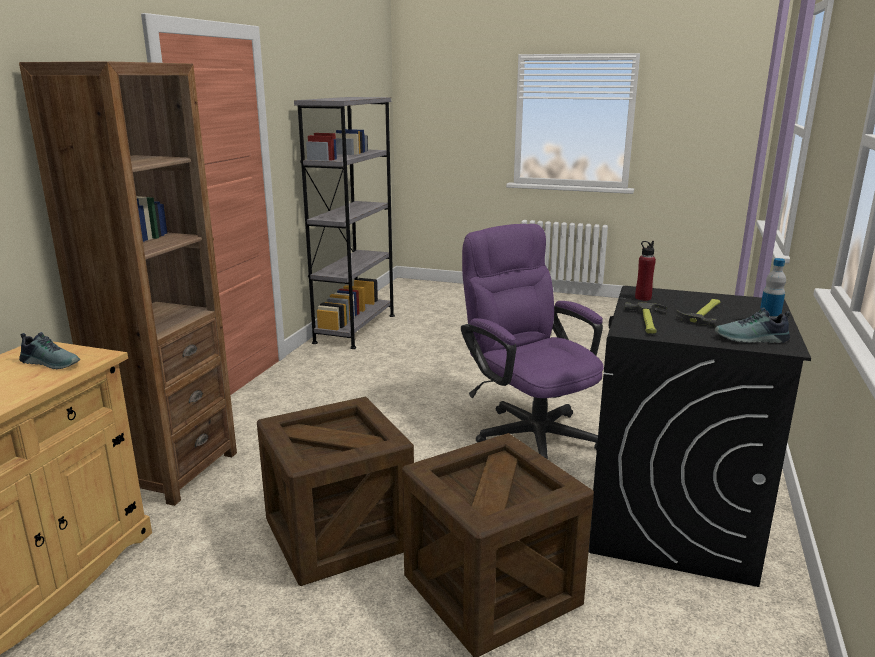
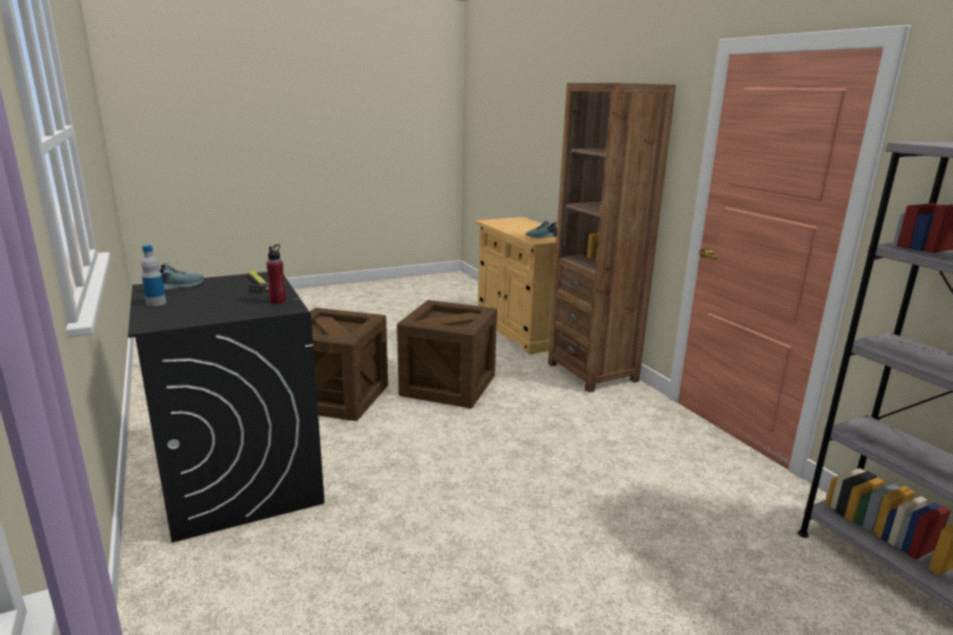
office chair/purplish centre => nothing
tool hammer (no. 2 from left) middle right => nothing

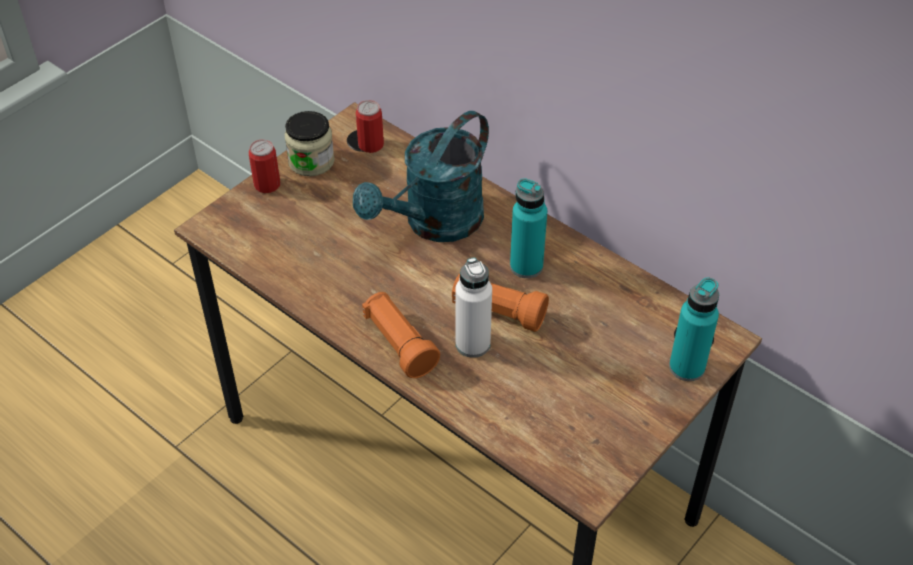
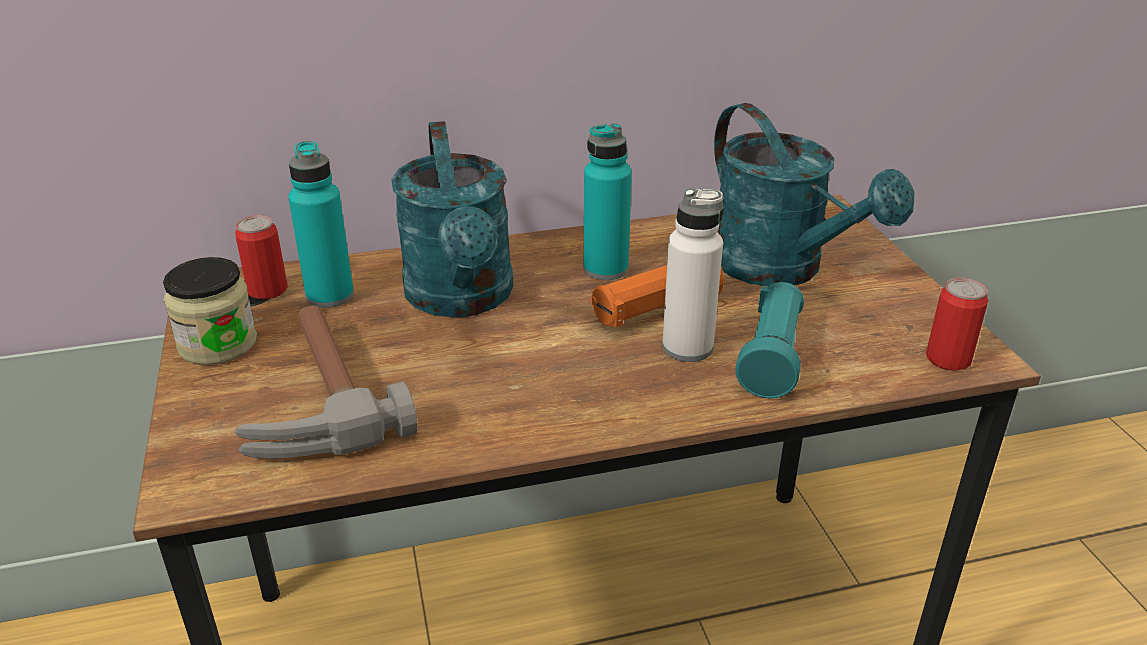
torch/orangey (no. 1 from left) centre => nothing
nothing => tool hammer middle left
nothing => sprinkling can/blue-green (no. 2 from left) top right
nothing => torch/blue-green middle right
can (no. 1 from left in the first image) top left => can (no. 2 from left) middle right, shifted
beverage bottle/blue-green (no. 2 from left in the first image) middle right => beverage bottle/blue-green (no. 1 from left) middle left, shifted

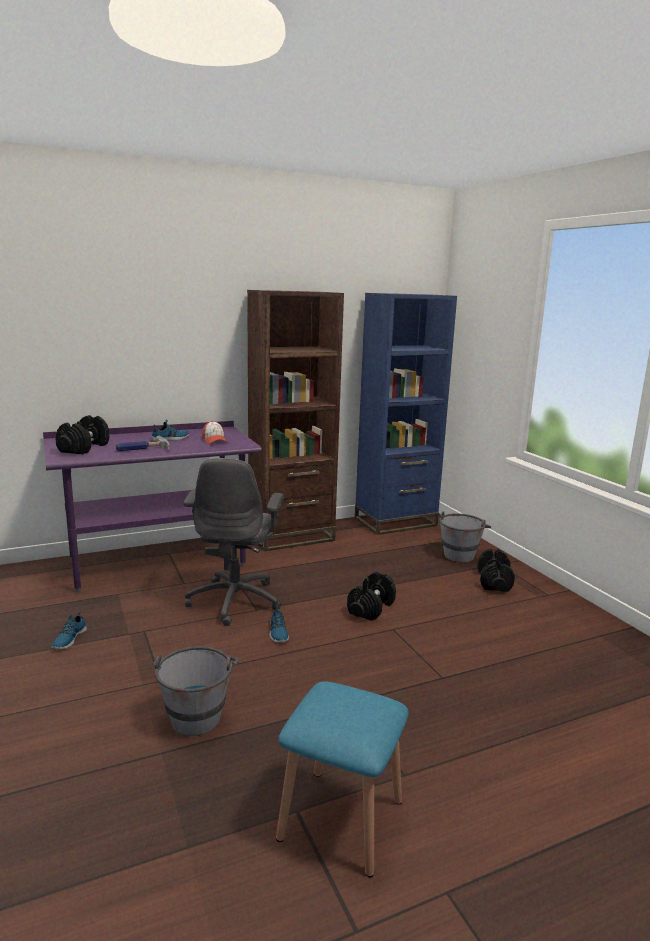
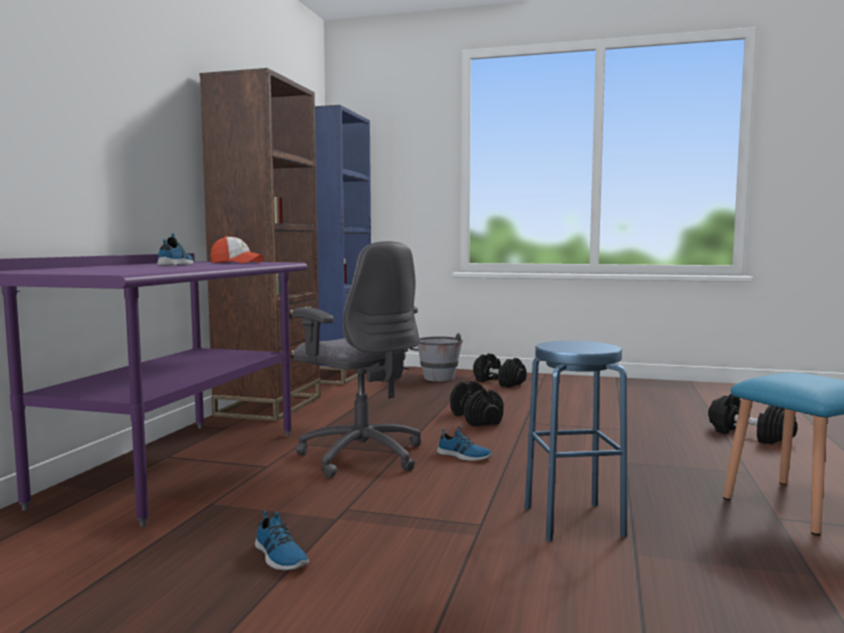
tool hammer middle left => nothing
hand weight/blackish (no. 1 from left in the first image) middle left => hand weight/blackish (no. 3 from left) middle right, shifted
bucket/gray (no. 1 from left) bottom left => sitting stool/blue (no. 1 from left) bottom right

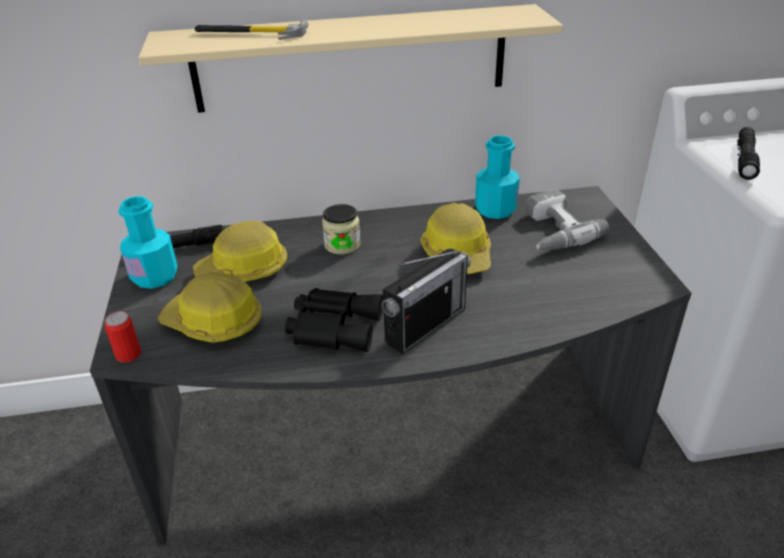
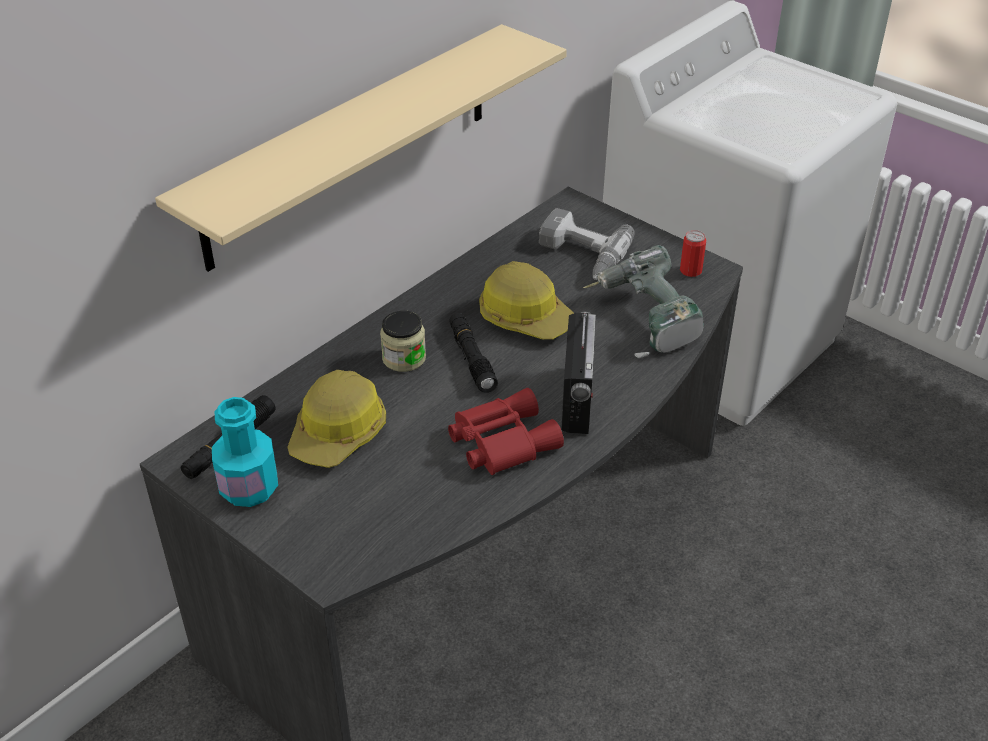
work helmet (no. 1 from left) middle left => nothing
tool hammer top left => nothing
beverage bottle/blue-green (no. 2 from left) top centre => nothing
nothing => drill (no. 2 from left) centre
can middle left => can middle right, shifted
torch/blackish (no. 2 from left) top right => torch/blackish (no. 2 from left) centre, shifted
pair of binoculars/blackish centre => pair of binoculars/reddish centre

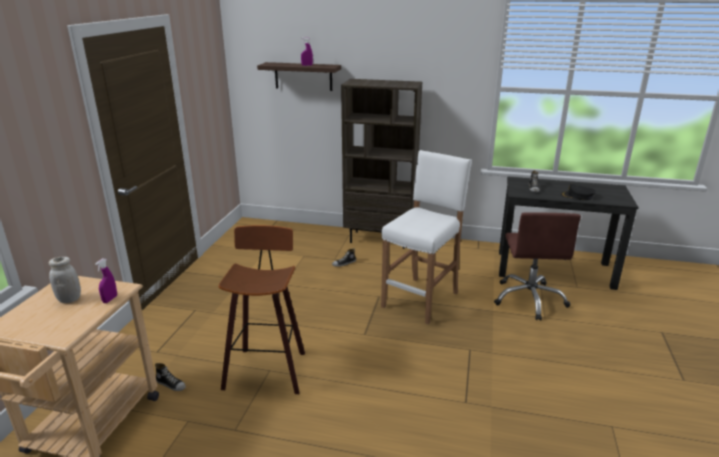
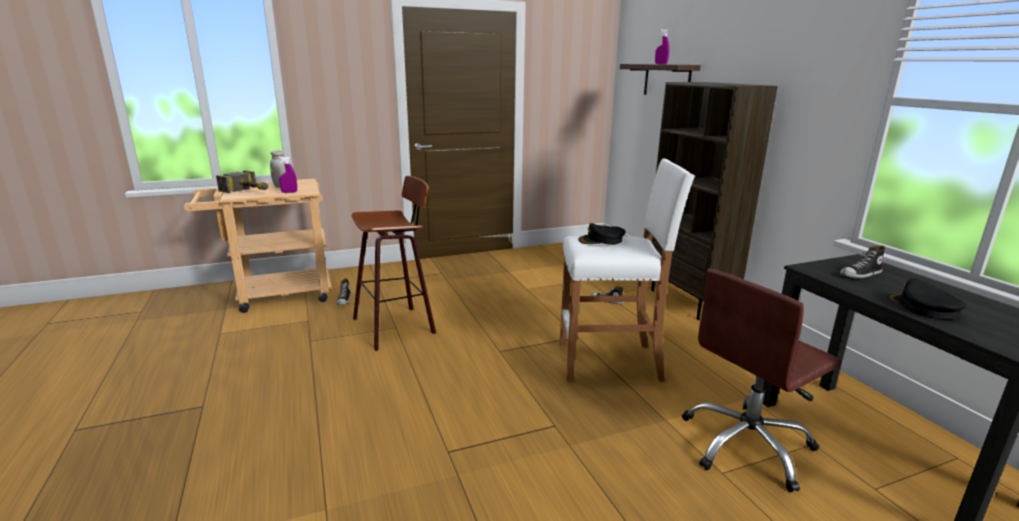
nothing => tool hammer middle left
nothing => peaked cap/blackish (no. 1 from left) centre

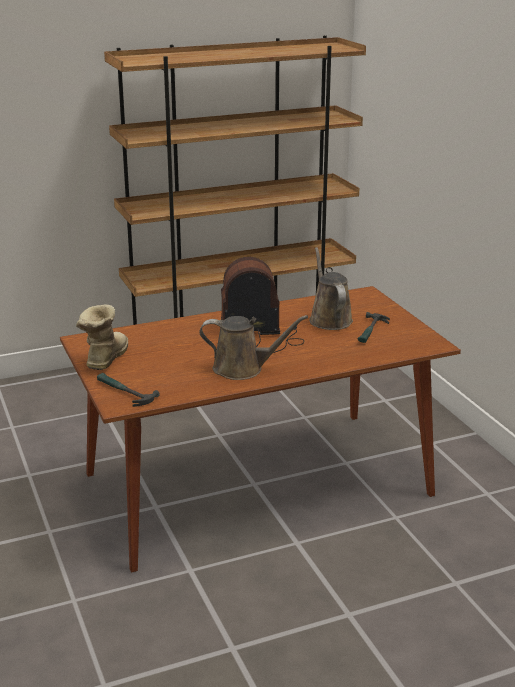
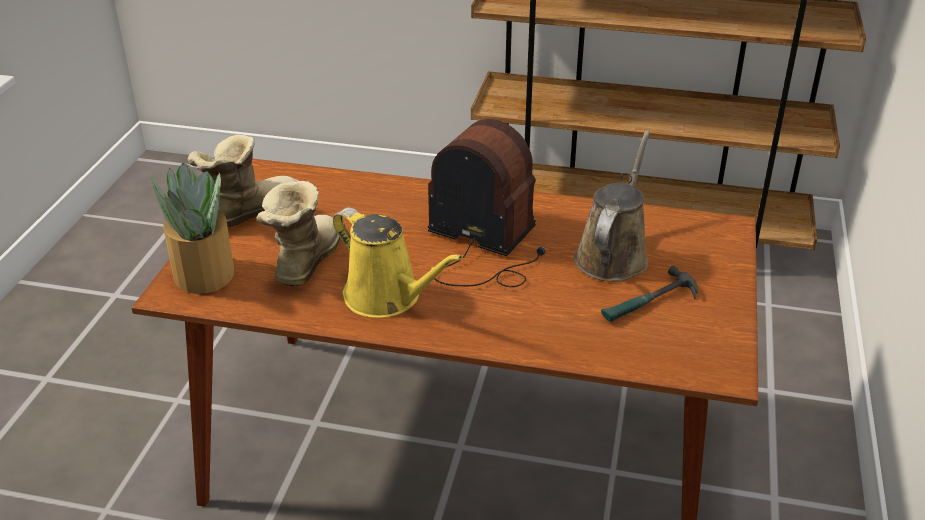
nothing => high-top boot (no. 2 from left) middle left
tool hammer (no. 1 from left) middle left => houseplant middle left
sprinkling can/brown-coloured (no. 1 from left) centre => sprinkling can/yellow centre

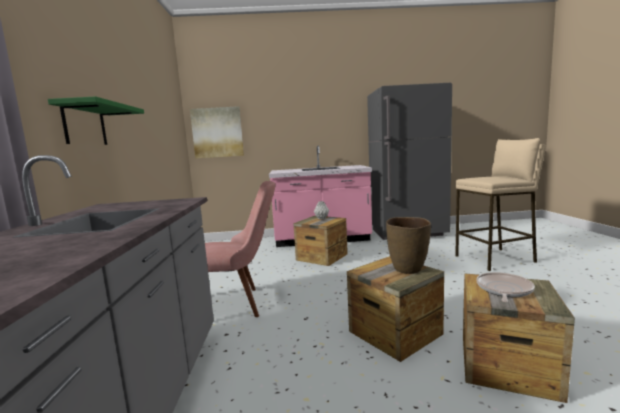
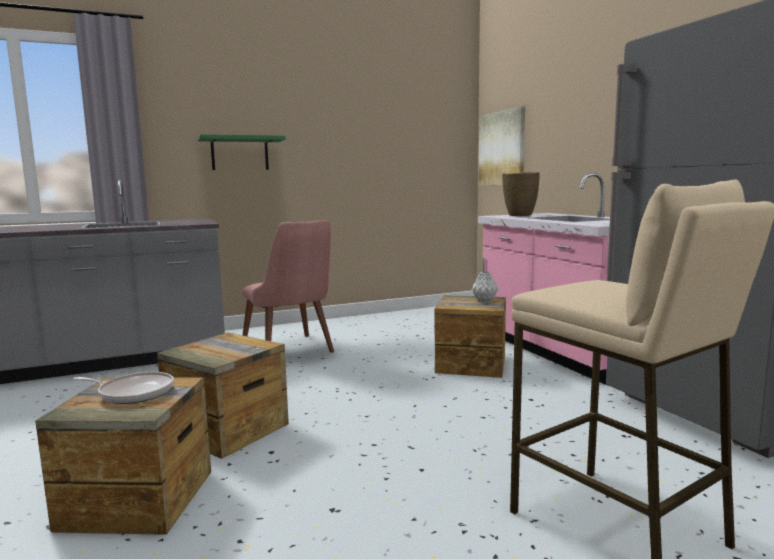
vase/brown-coloured centre => vase/brown-coloured middle right, shifted

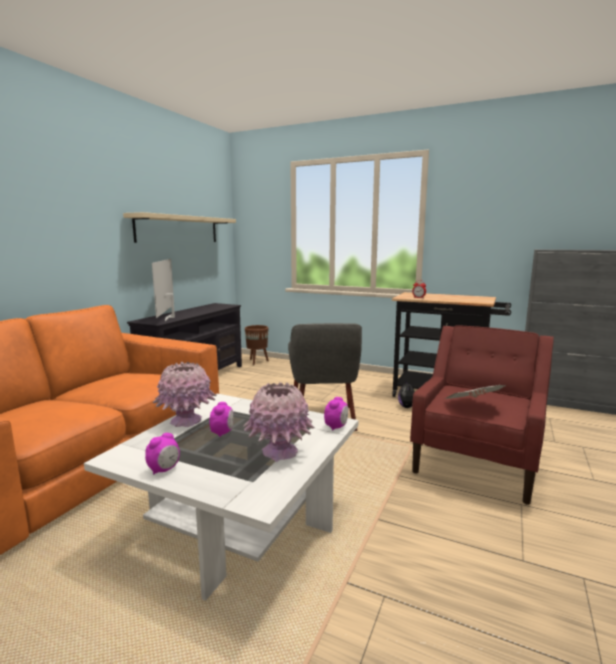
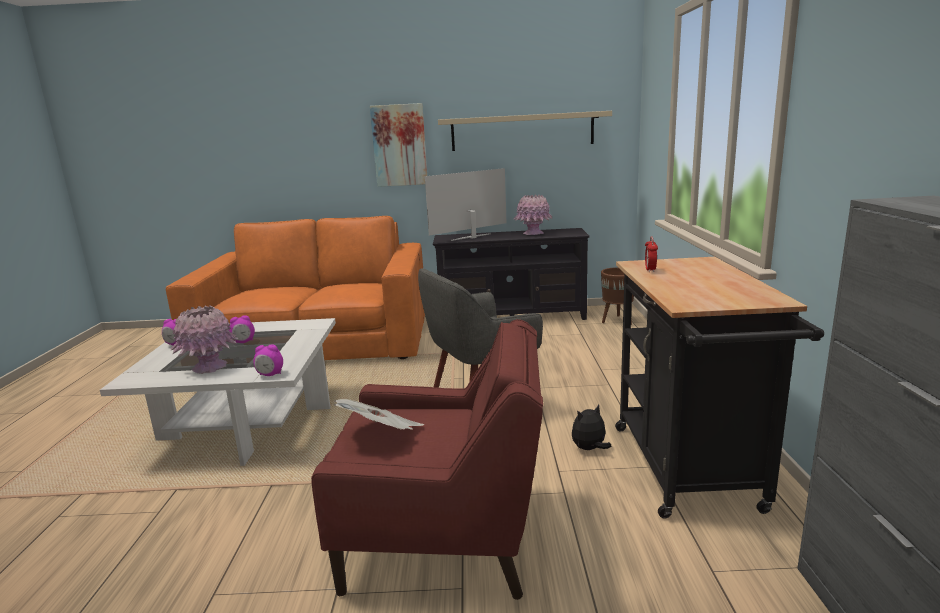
nothing => picture top centre
vase/pink-coloured (no. 1 from left in the first image) middle left => vase/pink-coloured (no. 2 from left) centre, shifted

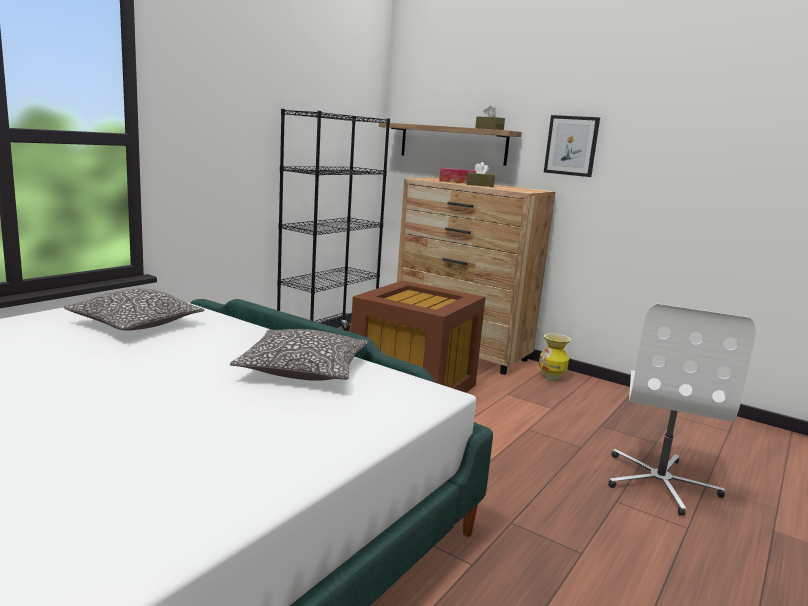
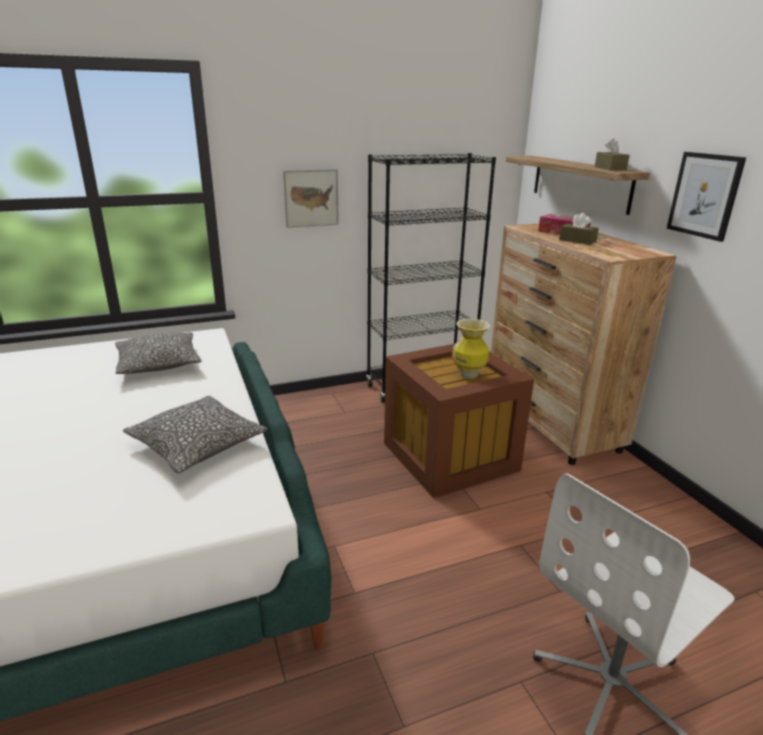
nothing => picture (no. 1 from left) top centre
vase middle right => vase centre, shifted

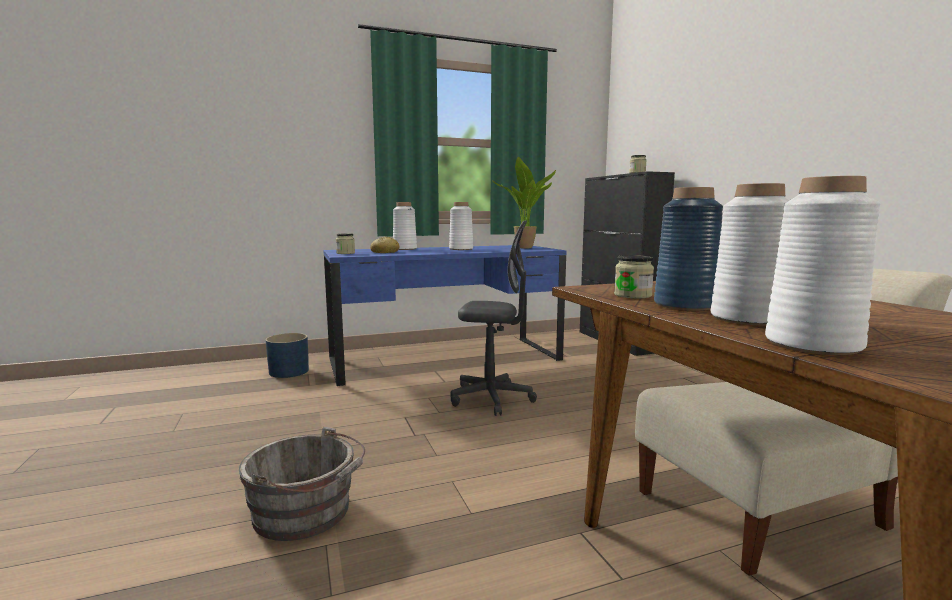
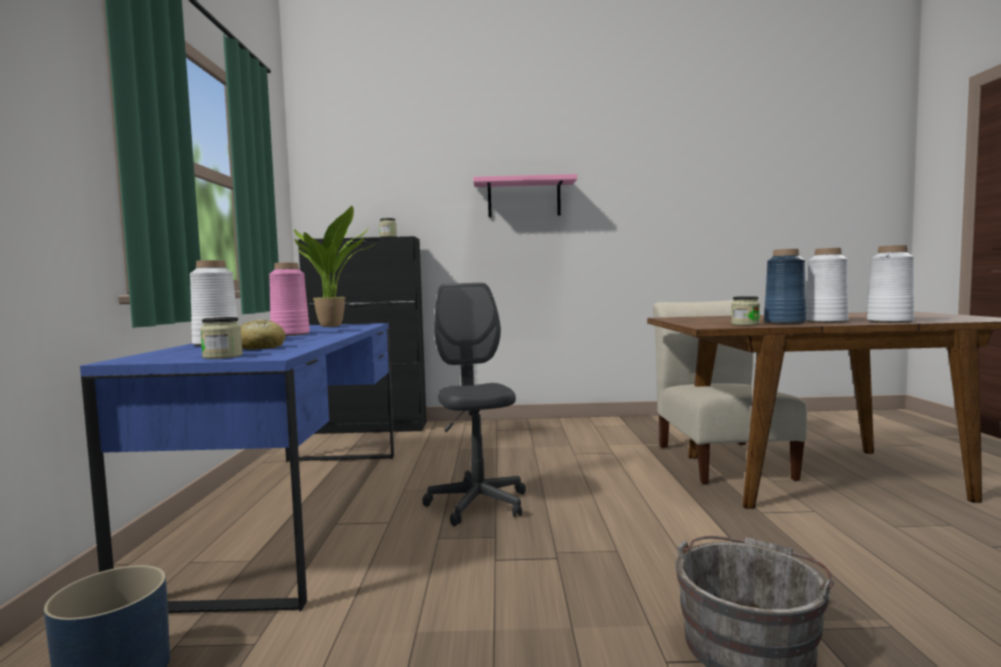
nothing => shelf/pink-coloured top centre
vase/white (no. 2 from left) centre => vase/pink-coloured middle left
office chair/gray centre, 45 degrees counterclockwise

